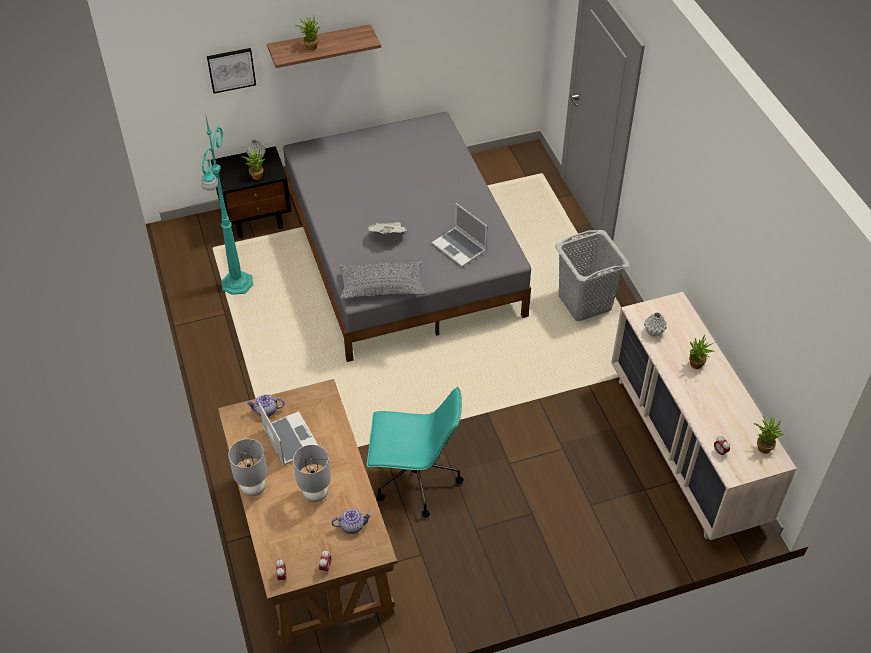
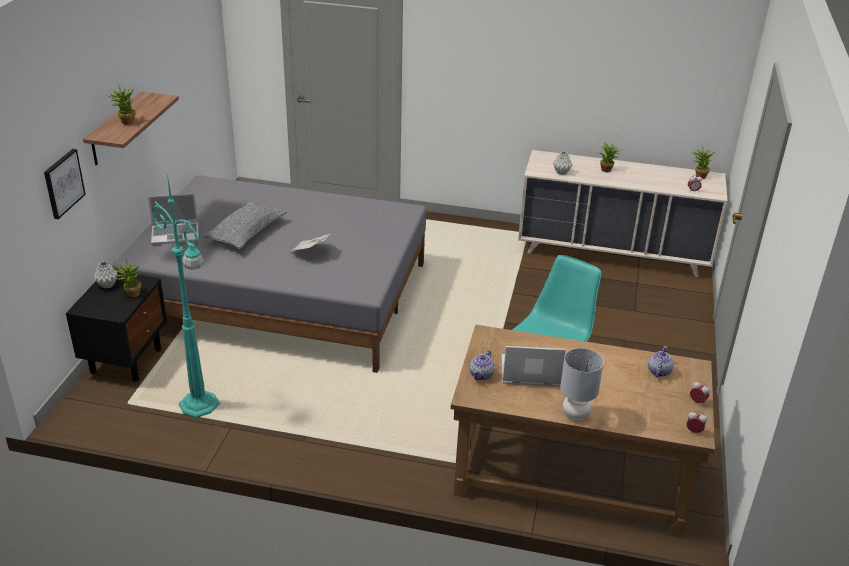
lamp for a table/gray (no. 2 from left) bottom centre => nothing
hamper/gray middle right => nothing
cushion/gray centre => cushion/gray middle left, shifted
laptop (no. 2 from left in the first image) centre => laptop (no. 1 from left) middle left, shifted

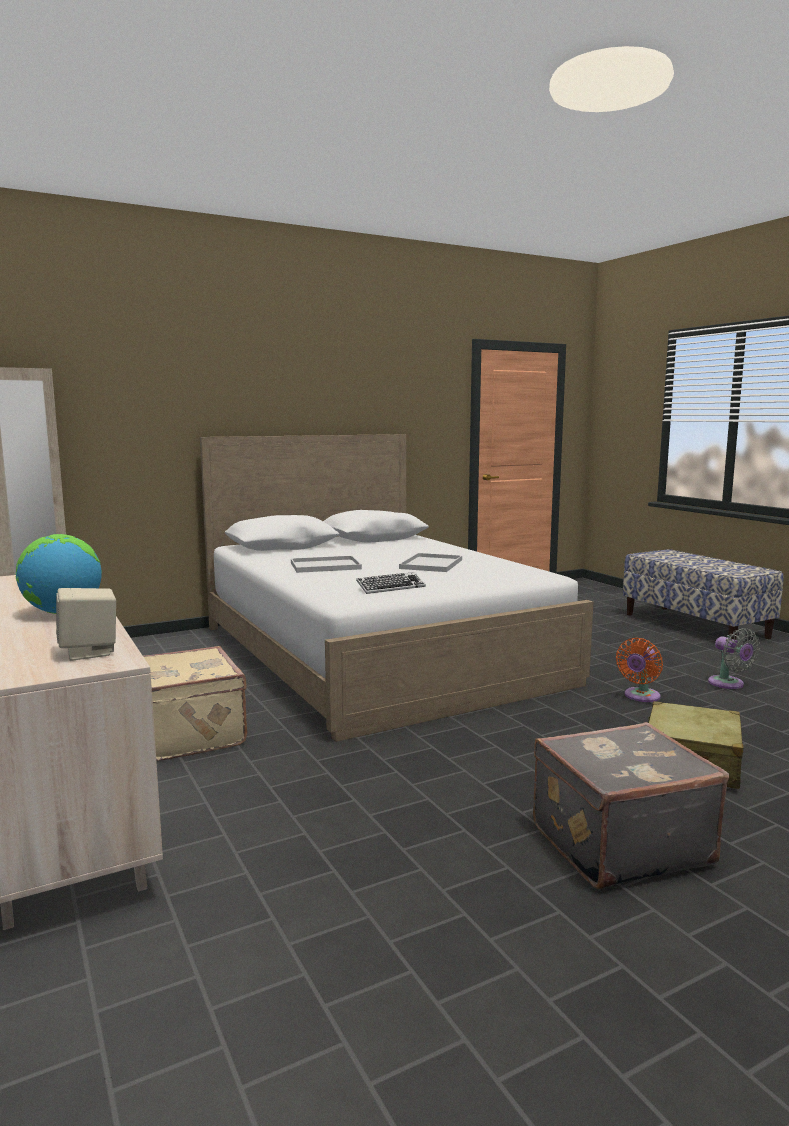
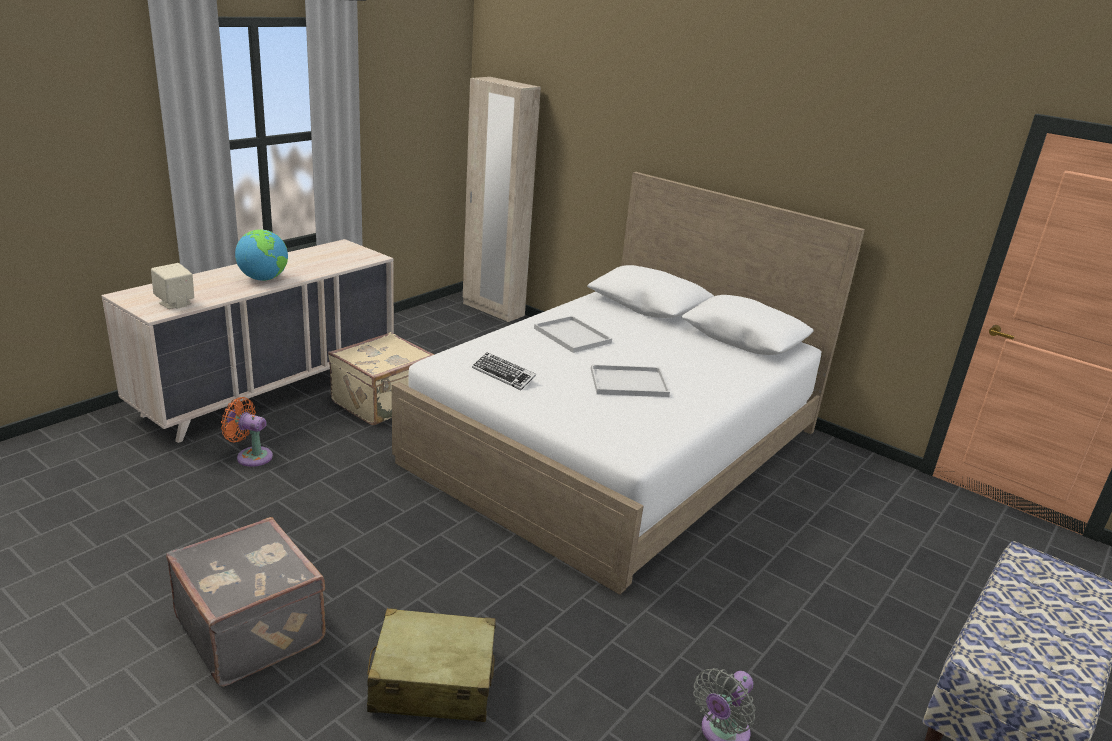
electric fan/orangey middle right => electric fan/orangey middle left, shifted

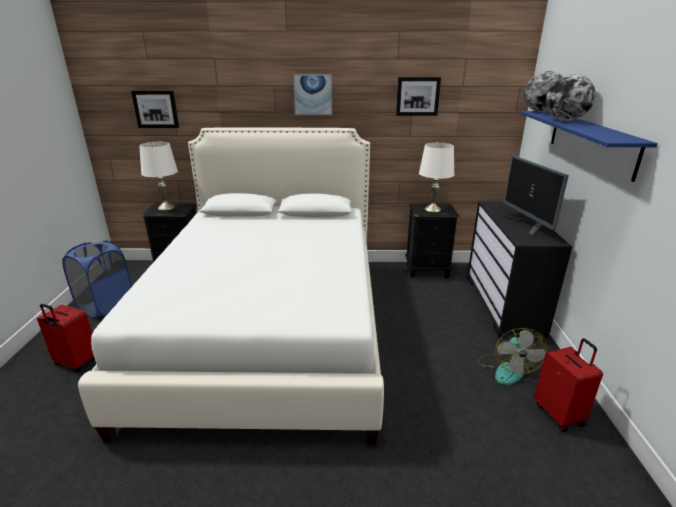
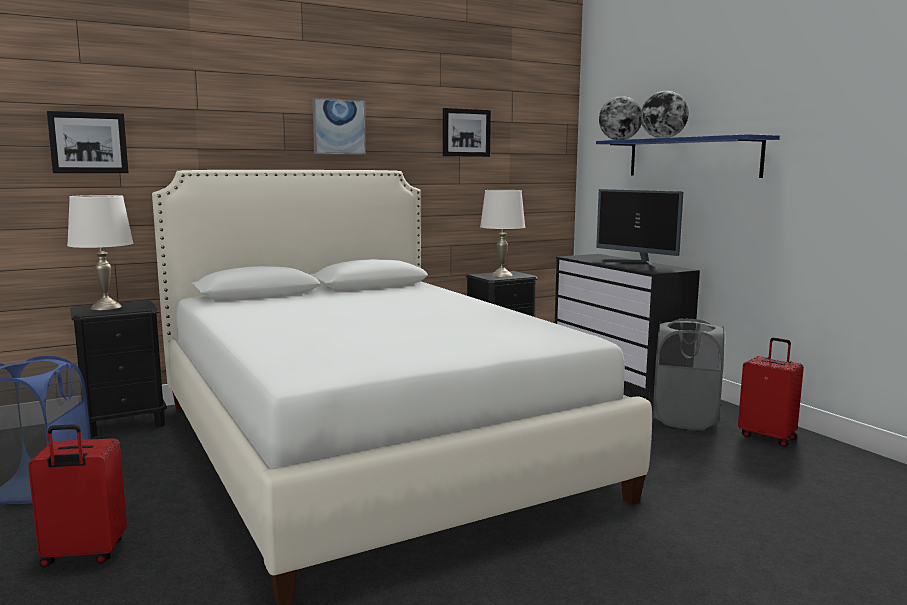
electric fan bottom right => hamper/gray middle right

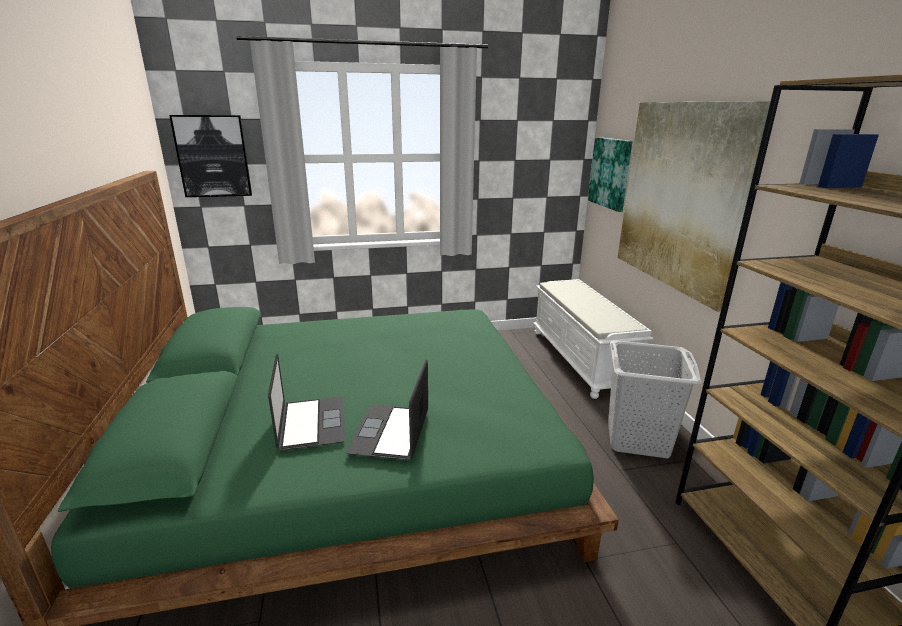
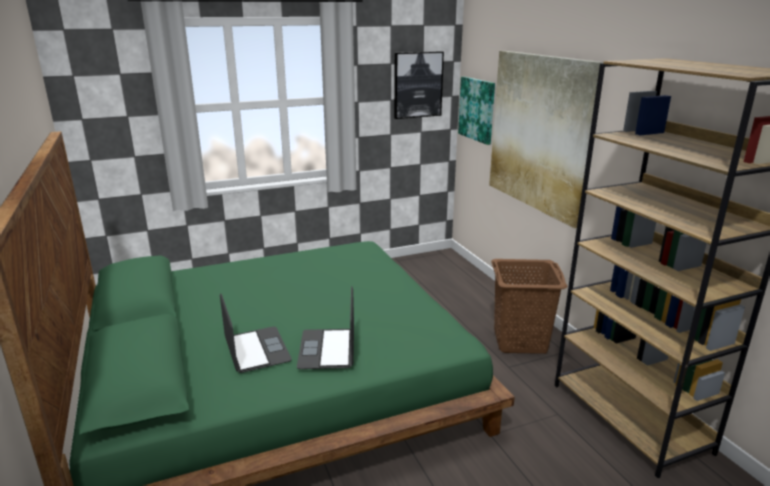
bench/white centre => nothing
picture (no. 1 from left) top left => picture (no. 1 from left) top centre, shifted
hamper/gray middle right => hamper/brown-coloured middle right

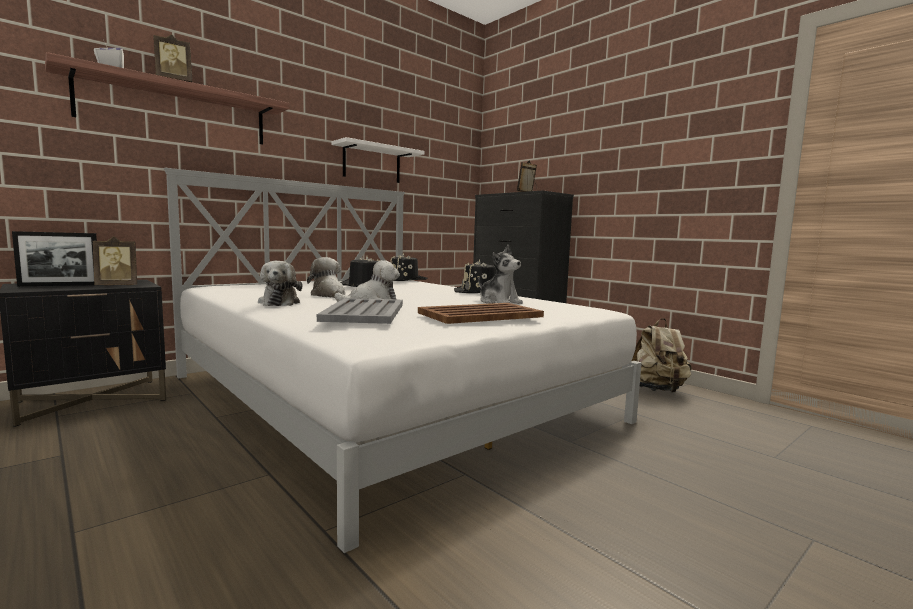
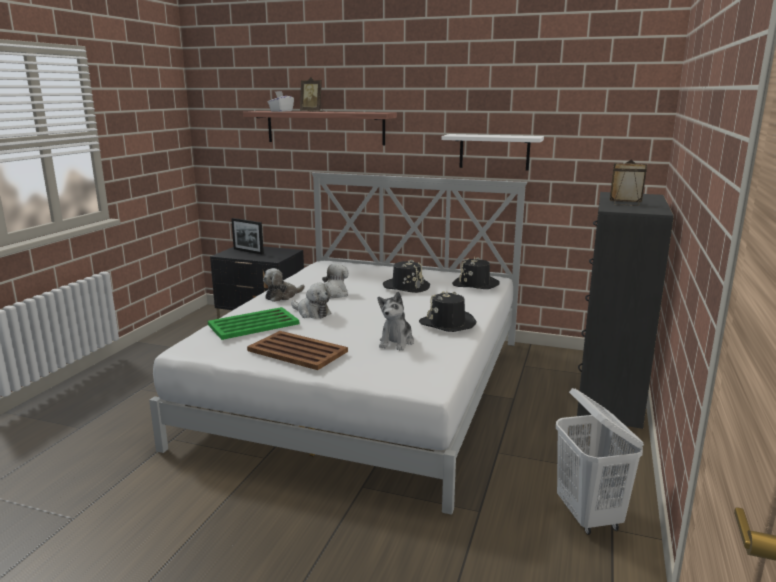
picture frame (no. 2 from left) middle left => nothing
backpack/beige middle right => hamper/white bottom right
serving tray/gray centre => serving tray/greenish middle left

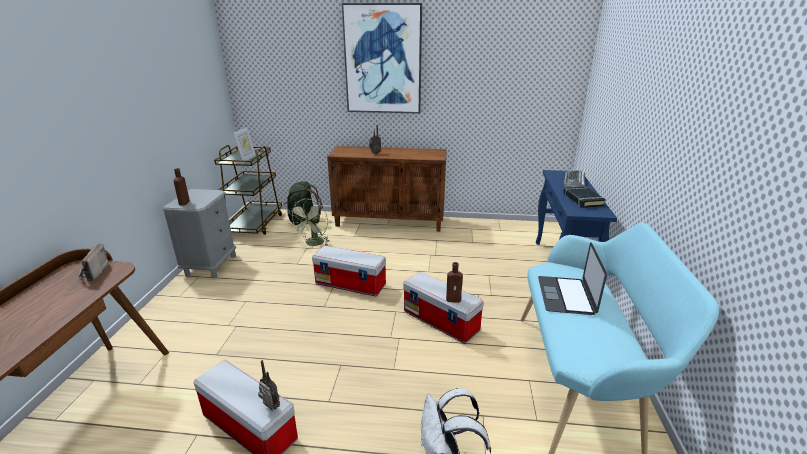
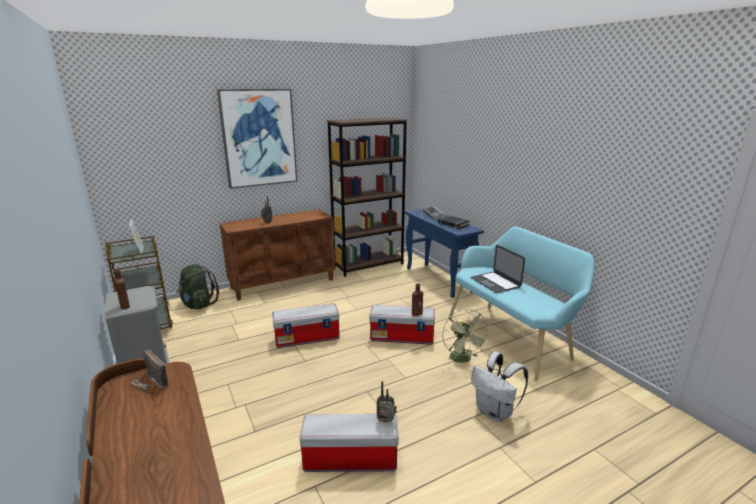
nothing => bookshelf/brown-coloured centre
electric fan/greenish centre => electric fan/greenish bottom centre, shifted

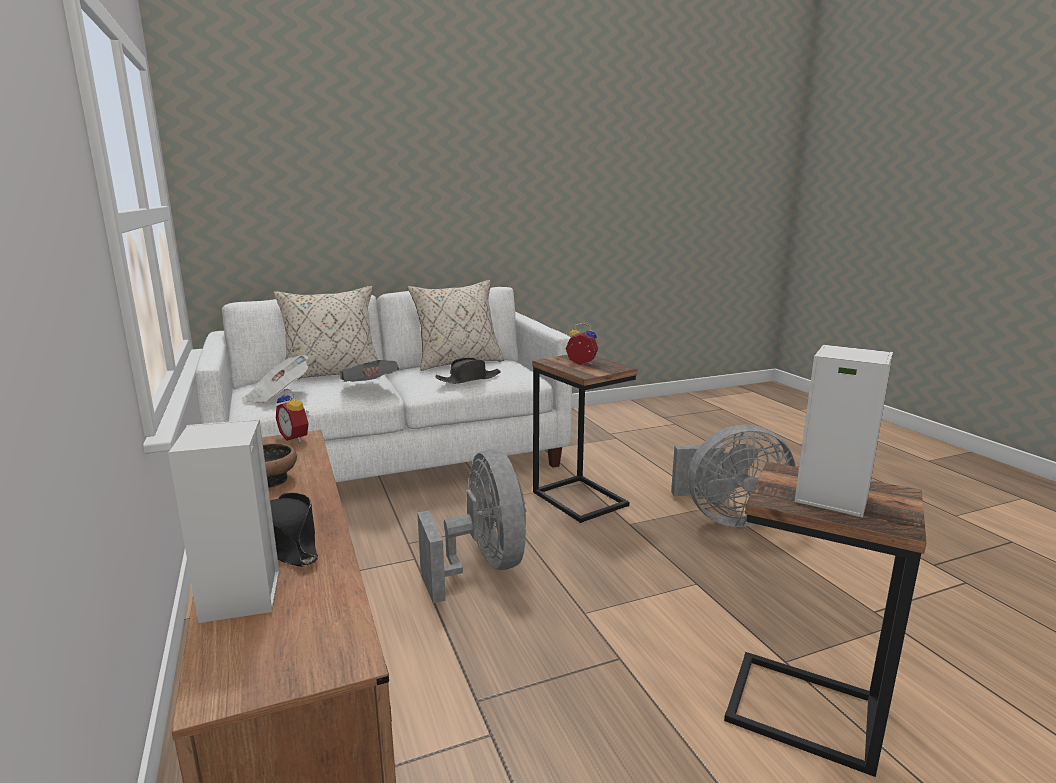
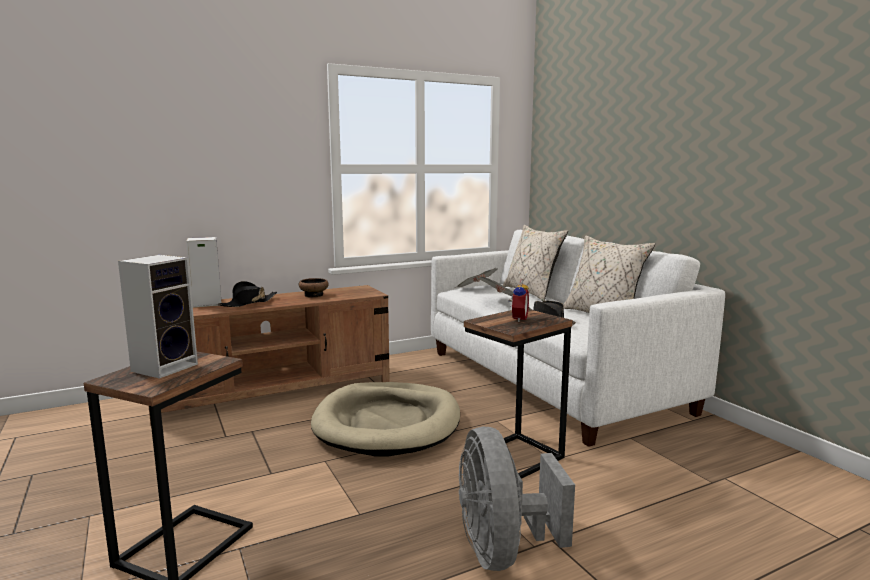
table clock (no. 1 from left) middle left => nothing
electric fan/gray (no. 1 from left) bottom centre => dog bed/beige bottom centre

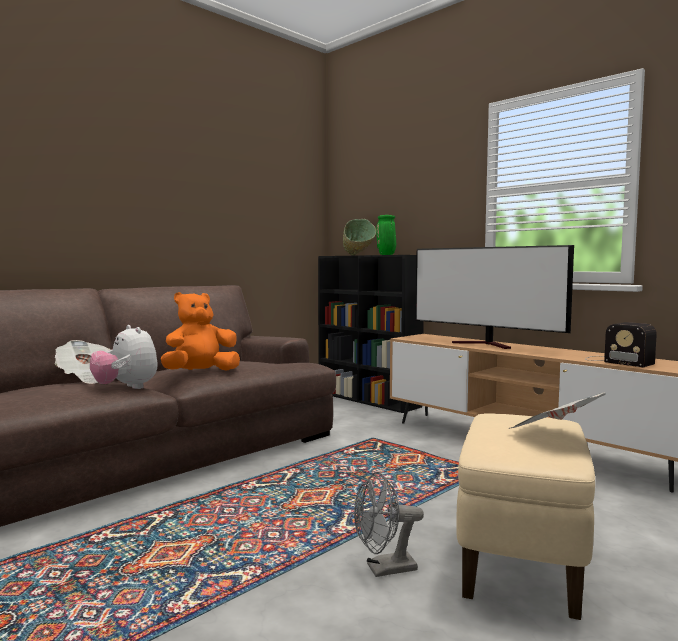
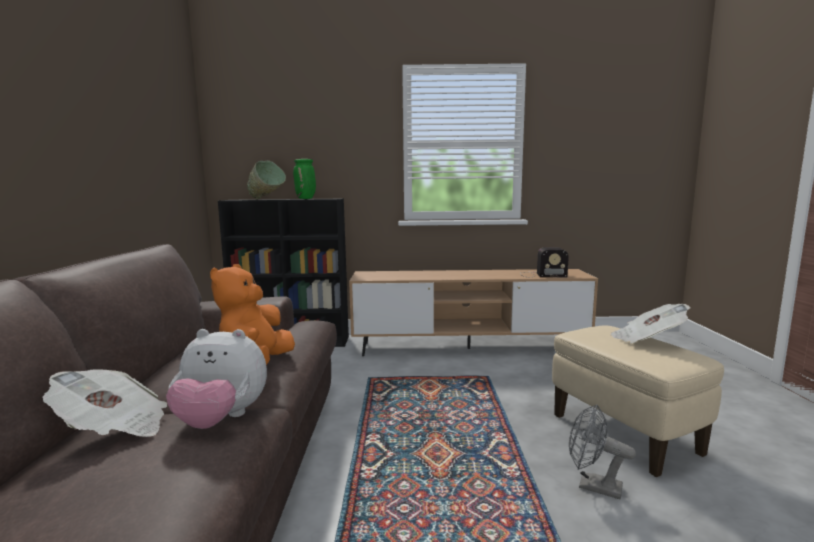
TV set middle right => nothing
electric fan/gray bottom centre => electric fan/gray bottom right, 90 degrees clockwise

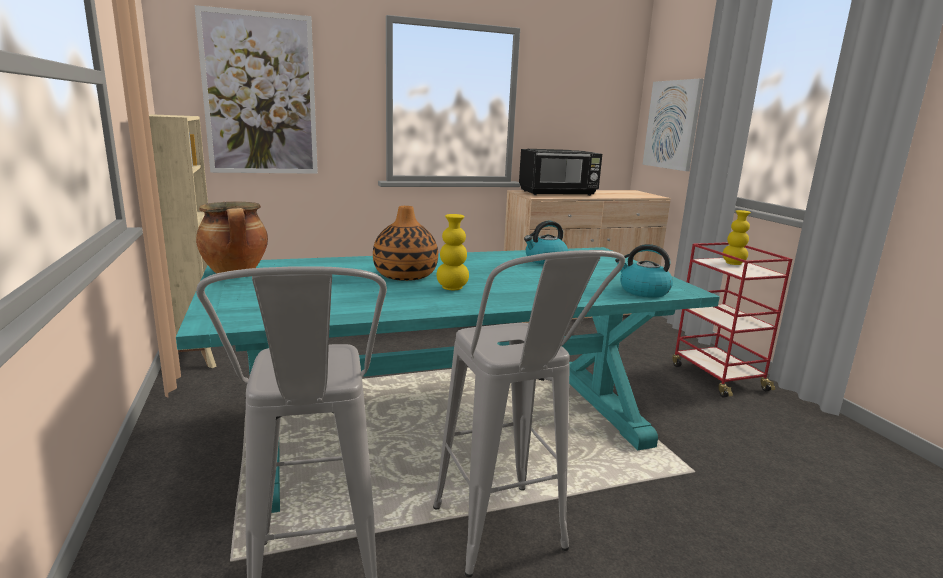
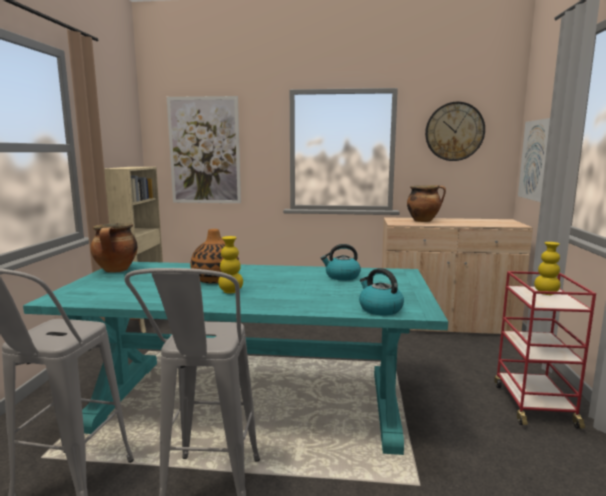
nothing => hanging clock top right
microwave oven/blackish top centre => cooking pot (no. 2 from left) middle right

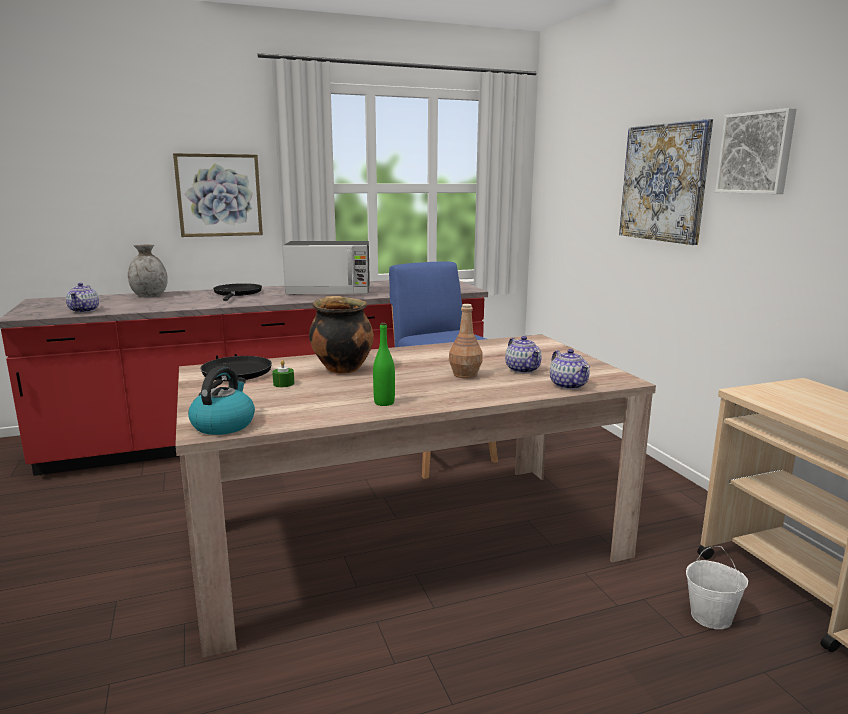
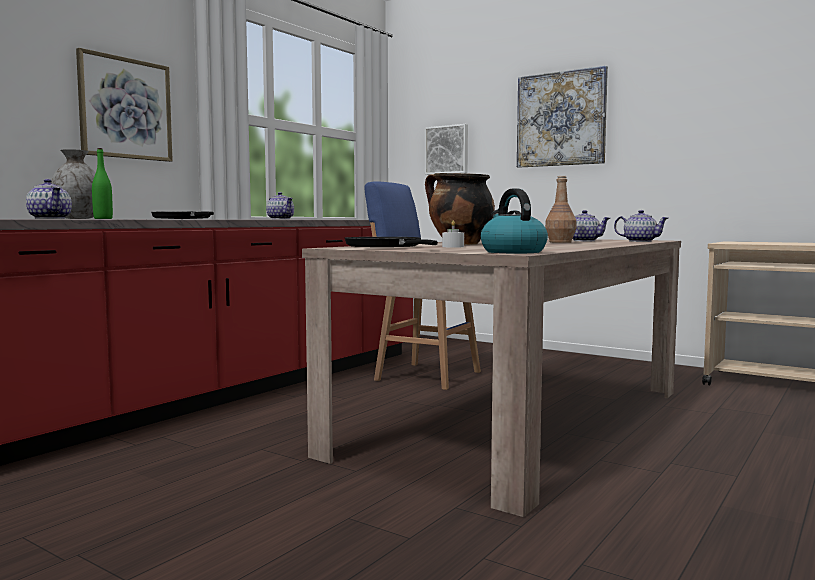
bucket/white bottom right => nothing
beverage bottle/greenish centre => beverage bottle/greenish top left, shifted
picture (no. 3 from left in the first image) top right => picture (no. 2 from left) top centre, shifted
microwave oven centre => tea pot (no. 2 from left) centre
wax light/greenish centre => wax light/white centre

